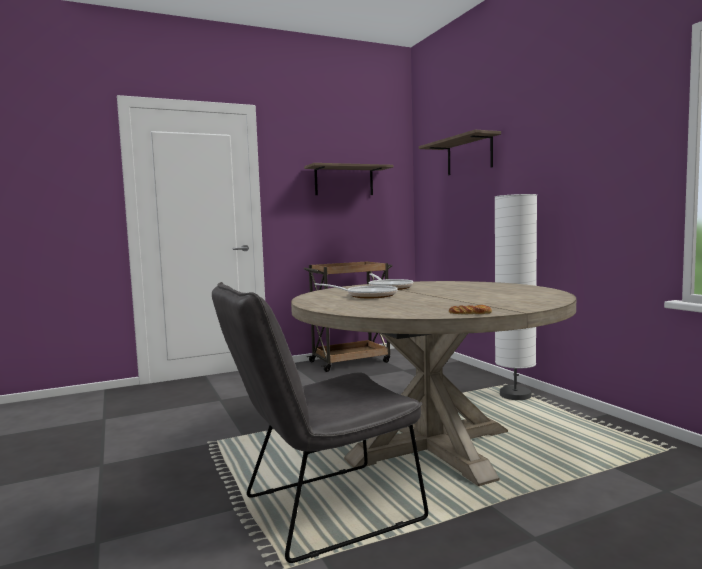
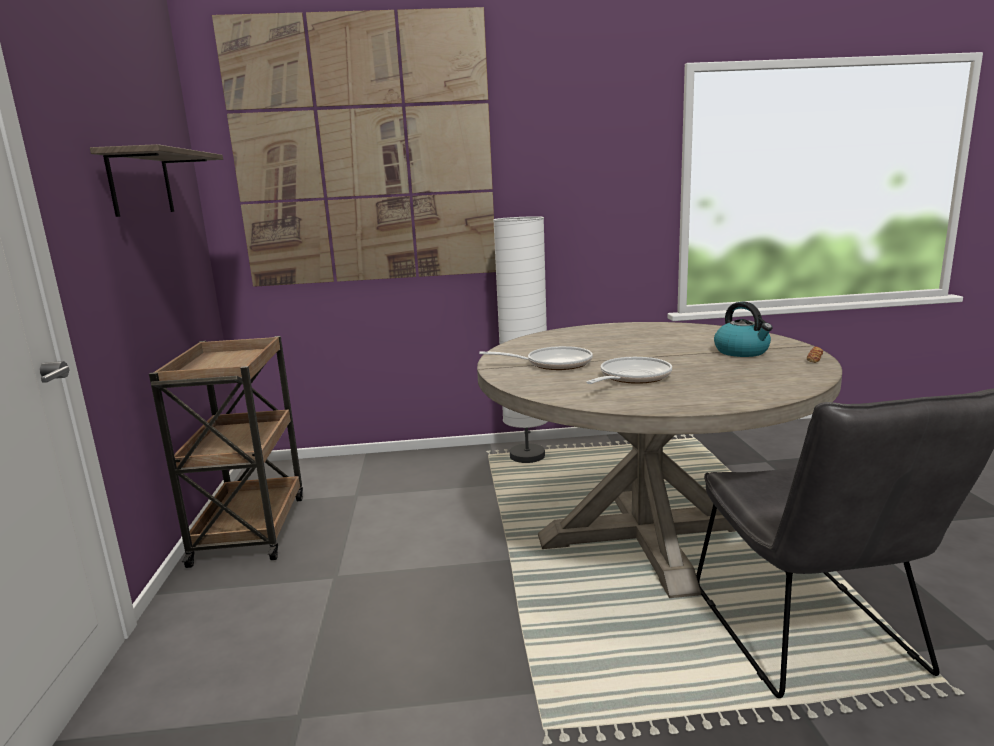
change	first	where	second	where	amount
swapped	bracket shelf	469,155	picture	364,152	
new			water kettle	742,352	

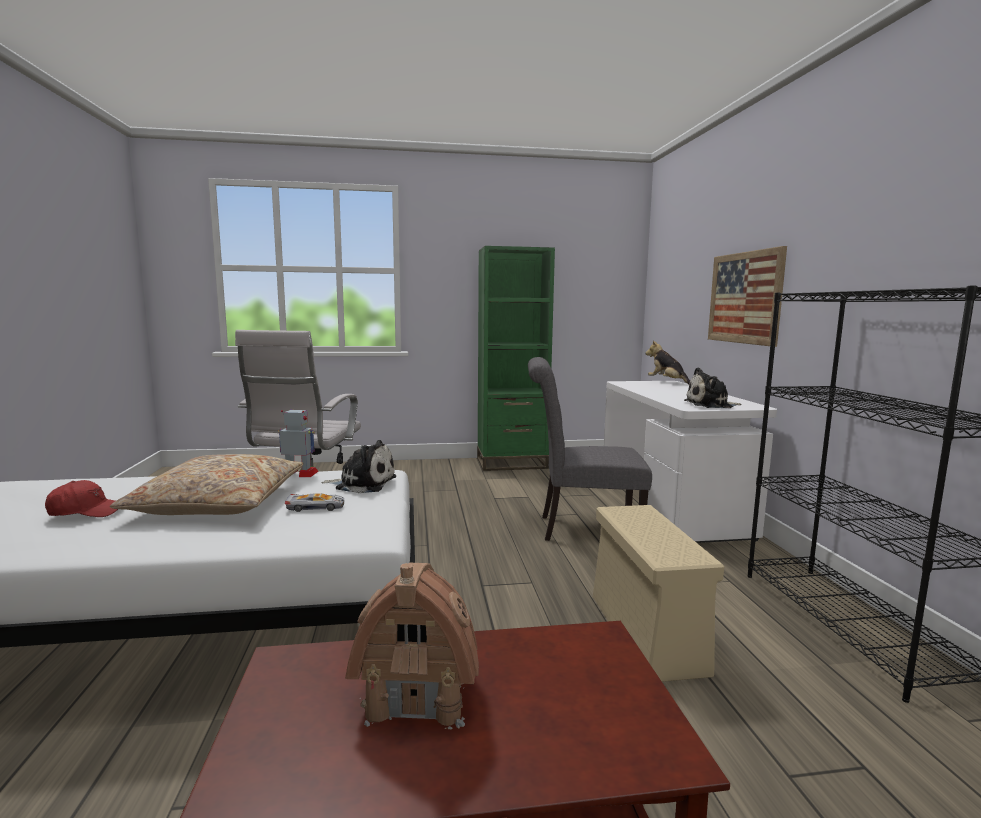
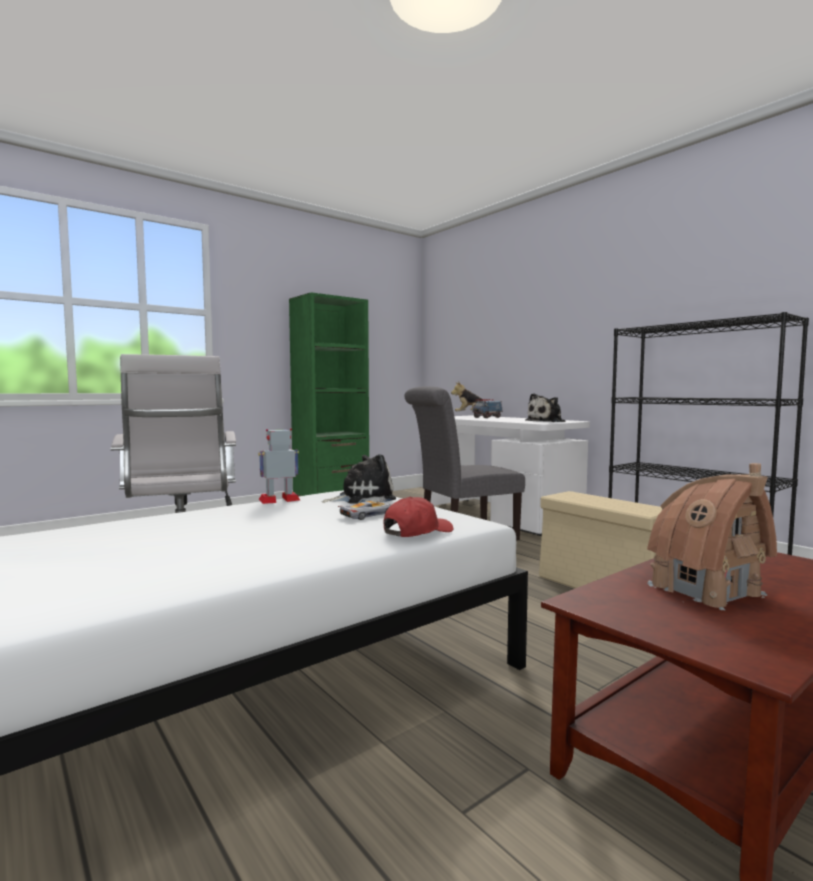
change	first	where	second	where	amount
shifted	peaked cap (red-coloured)	86,511		417,532	
new			toy truck	487,417	
gone	throw pillow (beige)	219,503			
gone	picture	744,298			

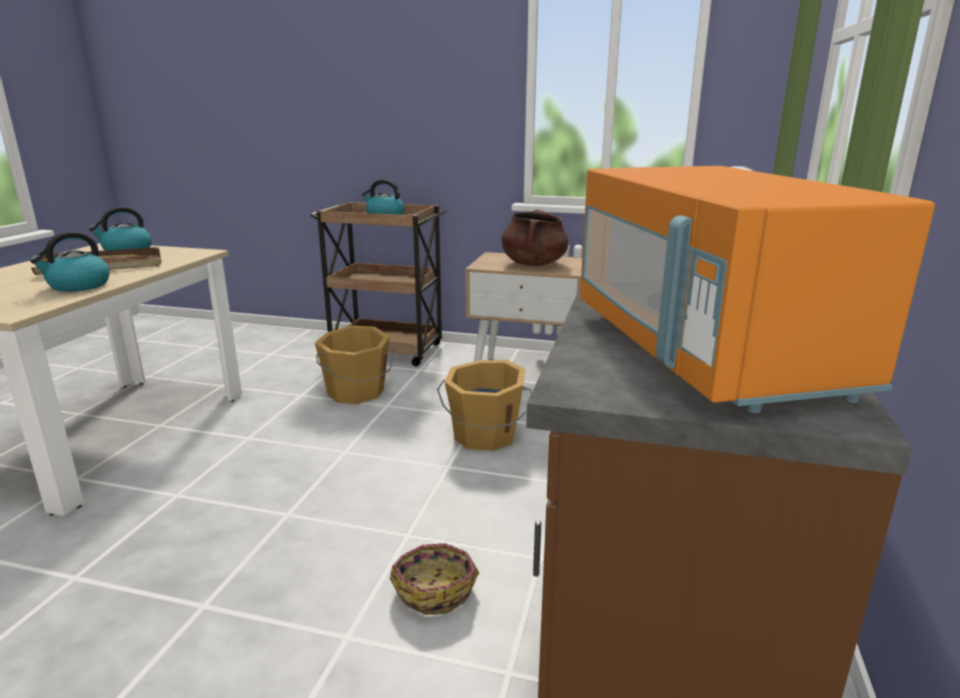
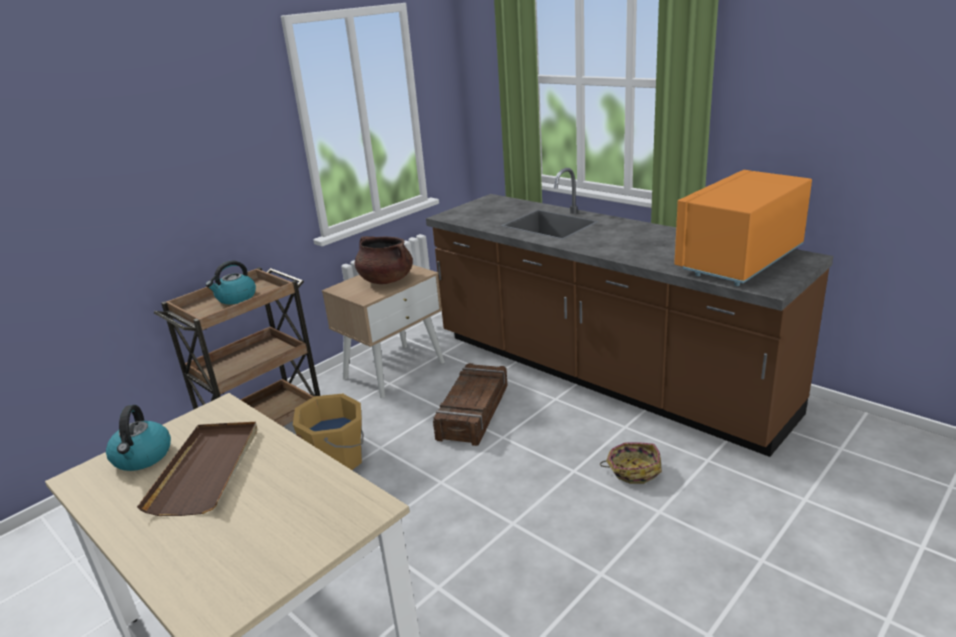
change	first	where	second	where	amount
swapped	pail (orange)	485,436	shipping crate	474,412	
rotated	microwave (orange)	704,352		738,260	120 degrees clockwise
gone	water kettle	78,286			

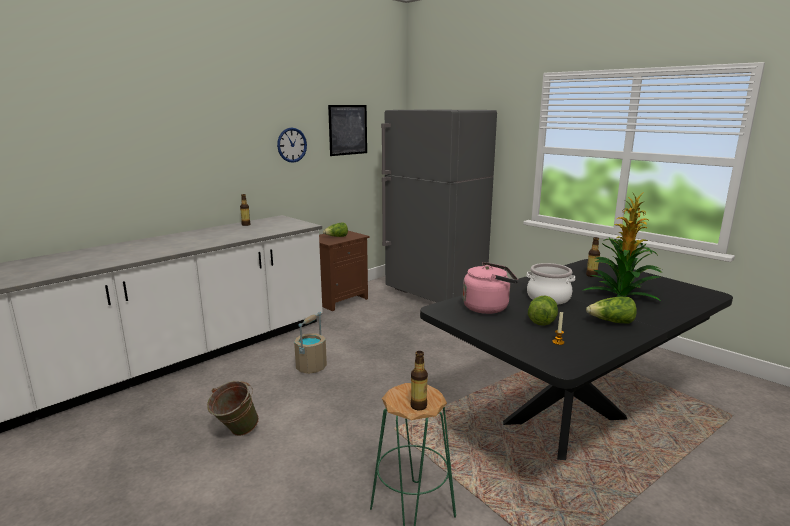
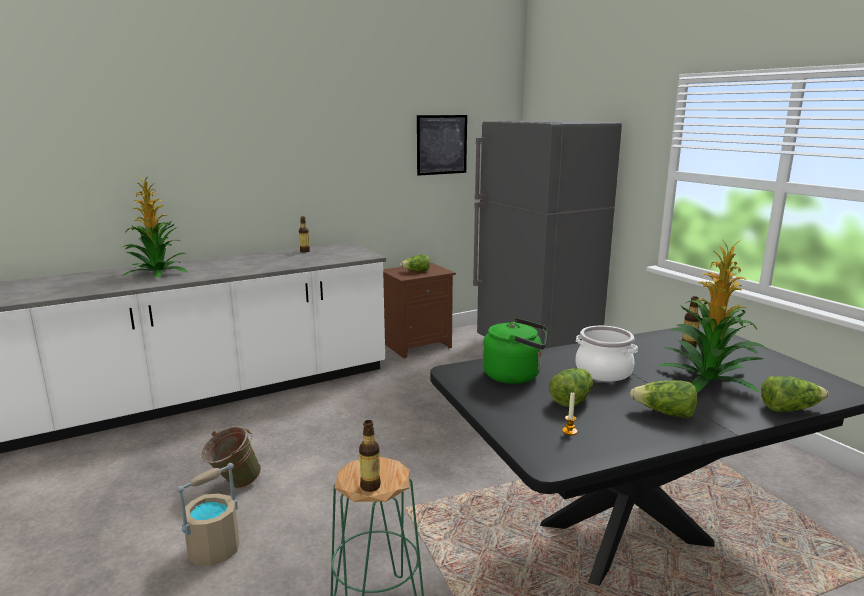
change	first	where	second	where	amount
new			potted plant	156,273	
shifted	pail (beige)	311,367		213,551	
repainted	water kettle (pink-coloured)	488,307	water kettle (green-coloured)	515,375	
new			lettuce head	789,409	
gone	wall clock	292,145			

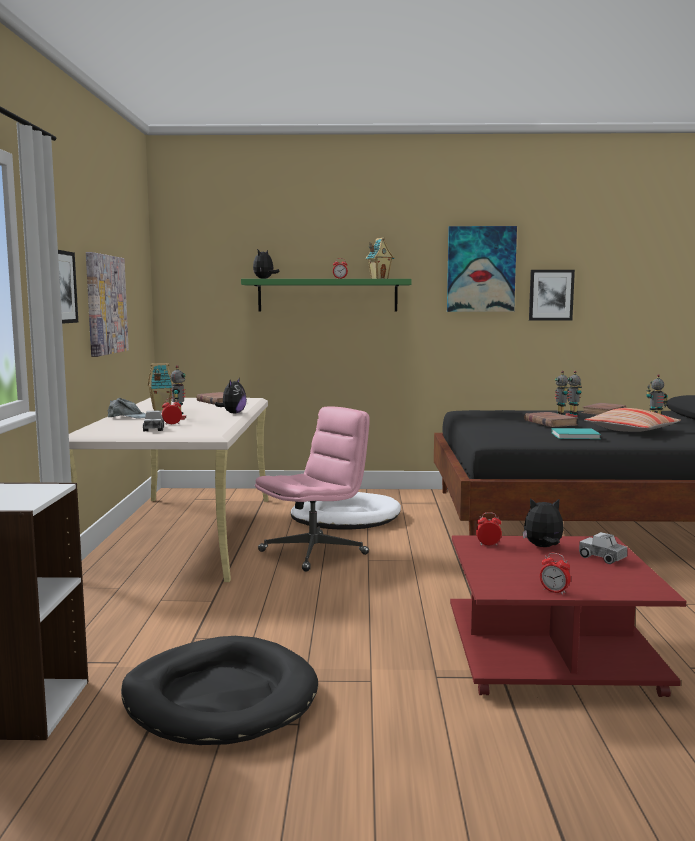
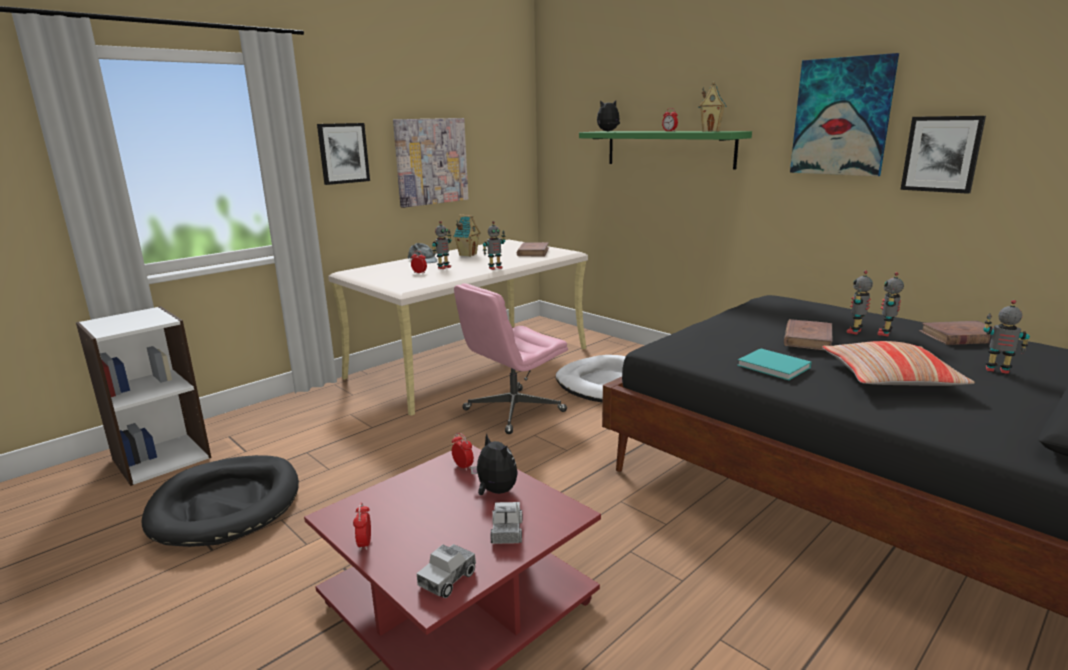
change	first	where	second	where	amount
shifted	toy truck	153,429		447,579	
rotated	office chair (pink-coloured)	314,552		513,411	135 degrees clockwise
swapped	cuddly toy	233,413	model robot	495,268	

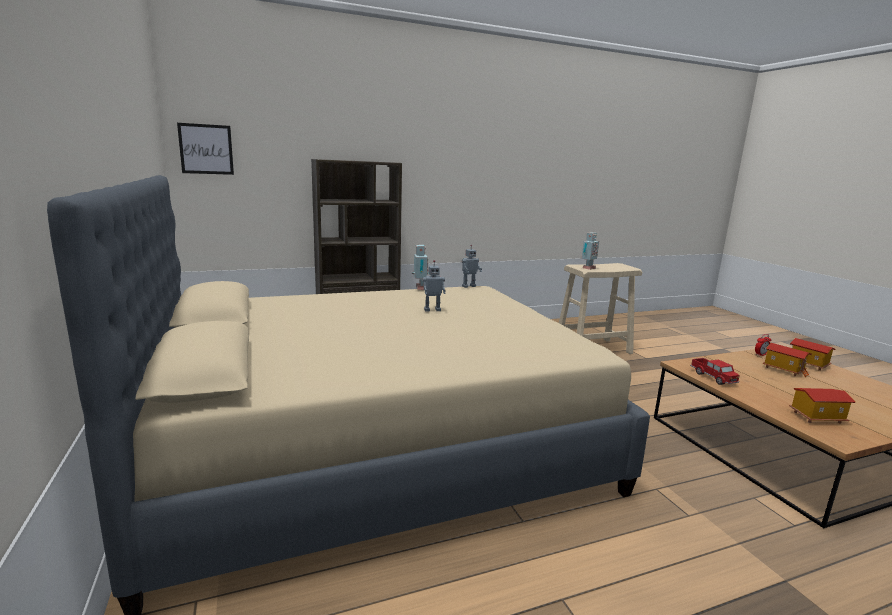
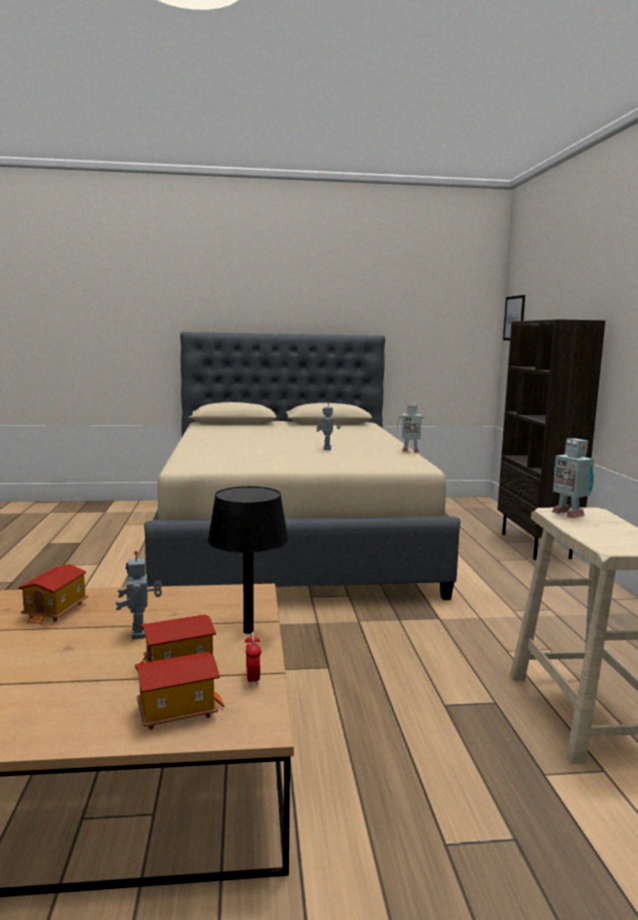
change	first	where	second	where	amount
shifted	model robot	468,286		140,633	
new			table lamp (black)	248,631	
gone	toy truck	713,377			

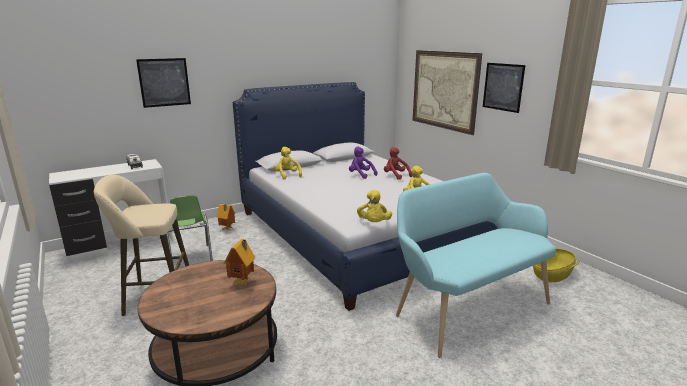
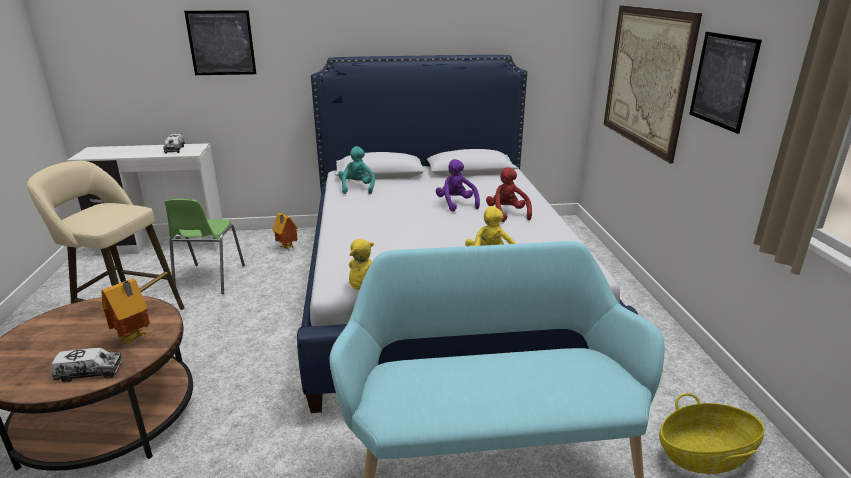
change	first	where	second	where	amount
new			toy truck	90,373	
repainted	cuddly toy (yellow)	287,175	cuddly toy (turquoise)	357,188	

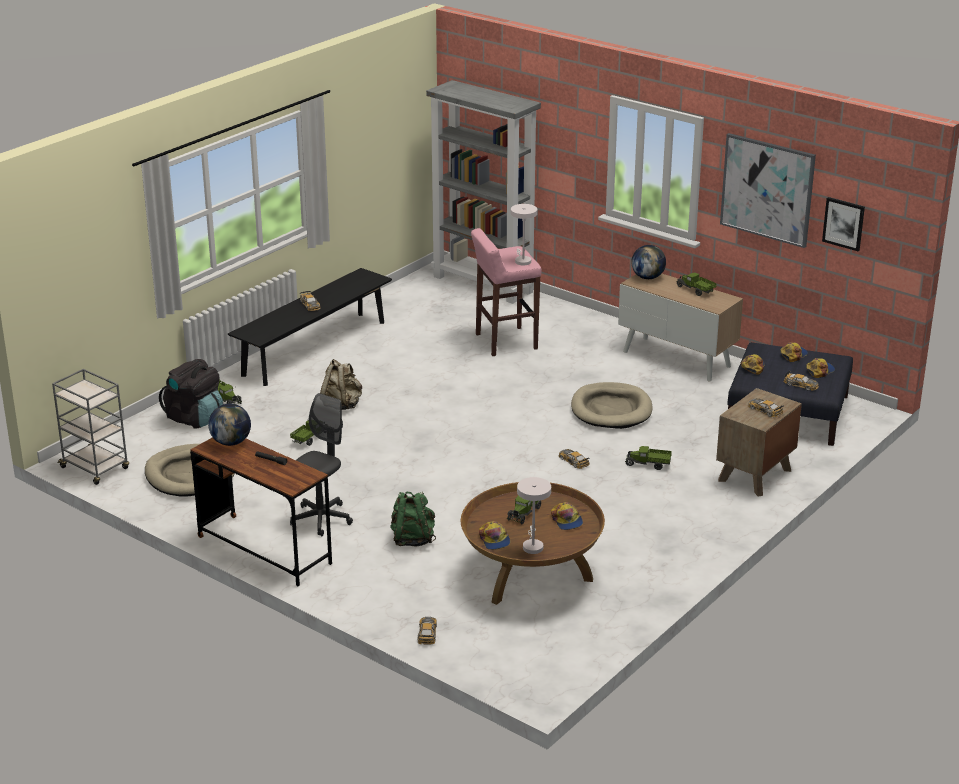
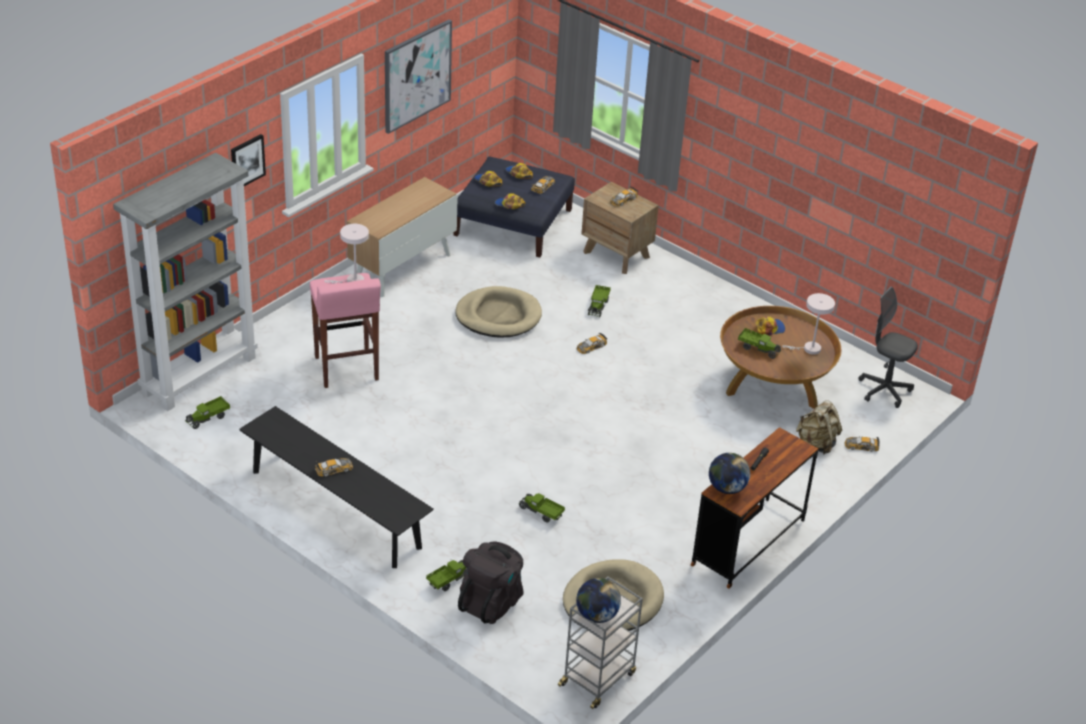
change	first	where	second	where	amount
shifted	toy truck	695,290		208,418	
shifted	picture	843,223		247,161	
shifted	desk globe	647,277		597,615	
shifted	backpack (beige)	342,404		816,443	
shifted	office chair (gray)	321,519		884,390	
gone	backpack (green-coloured)	412,539			
gone	peaked cap	494,540			

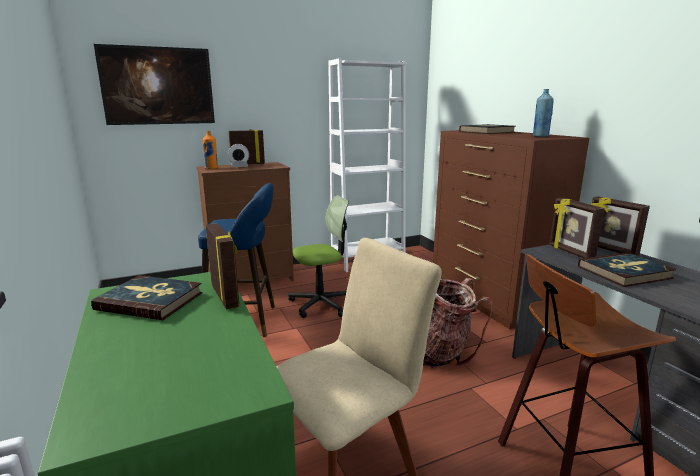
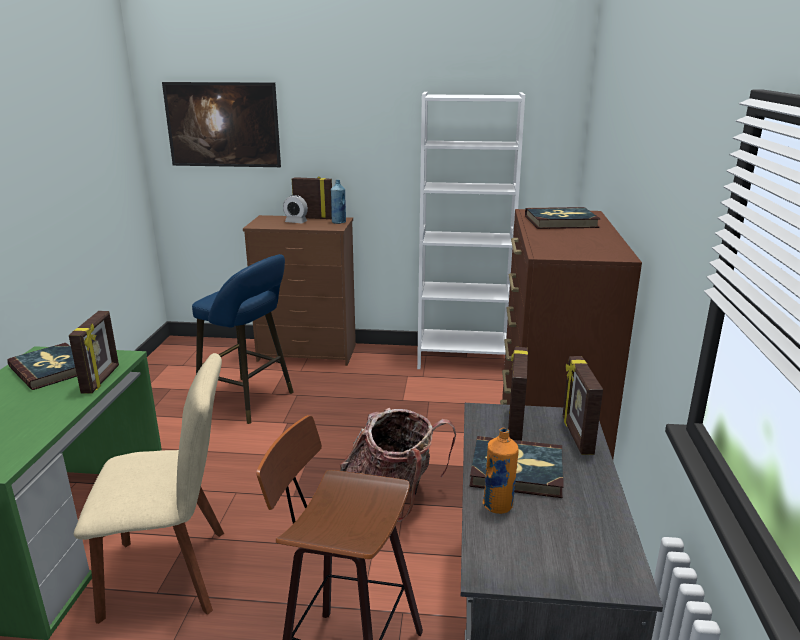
change	first	where	second	where	amount
shifted	beverage bottle (bluish)	540,136		339,222	
shifted	beverage bottle (orange)	211,168		498,506	
gone	office chair	321,304			

